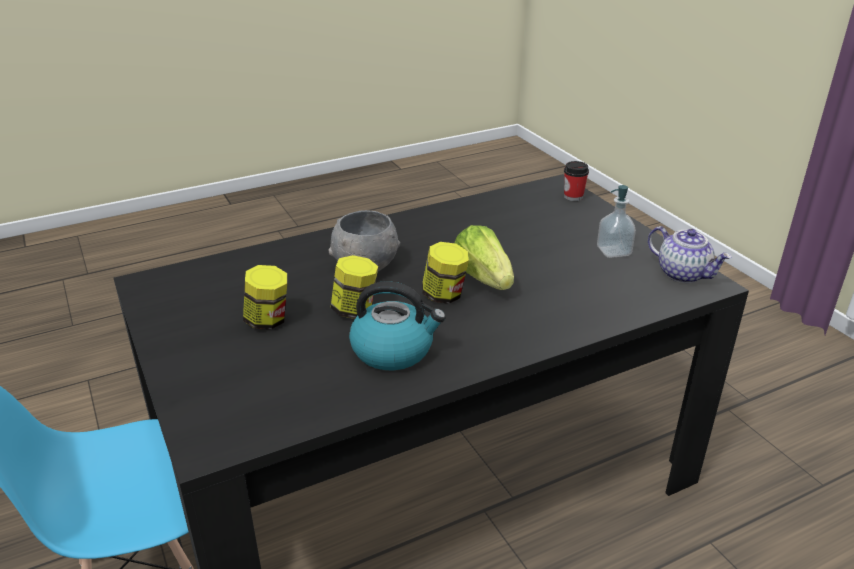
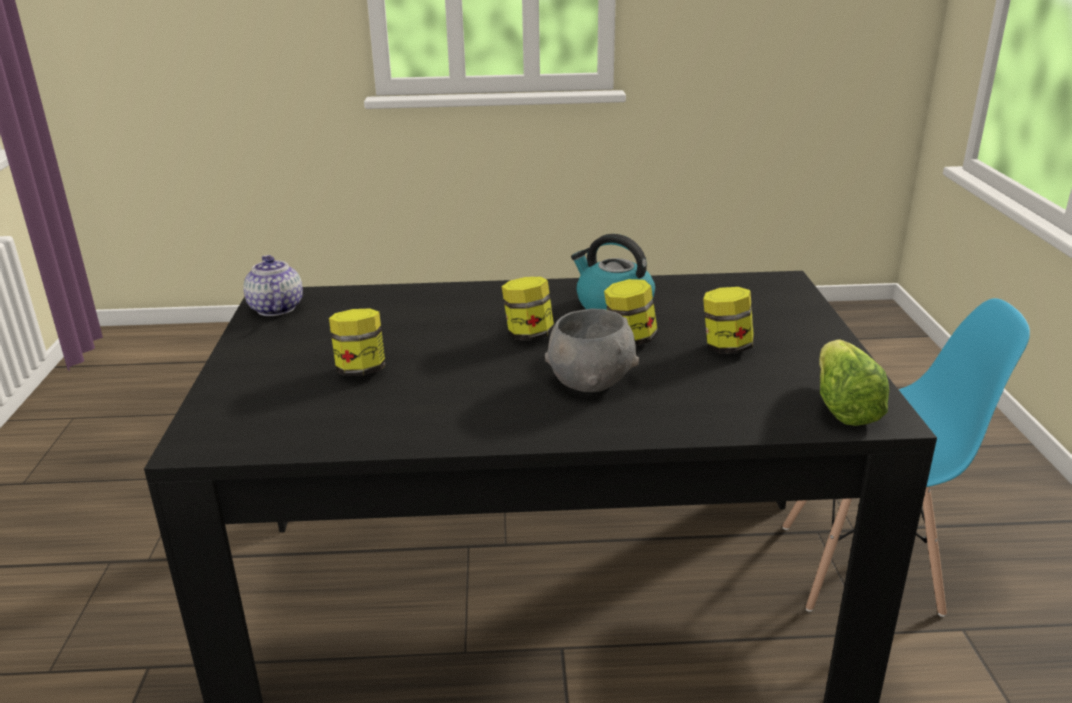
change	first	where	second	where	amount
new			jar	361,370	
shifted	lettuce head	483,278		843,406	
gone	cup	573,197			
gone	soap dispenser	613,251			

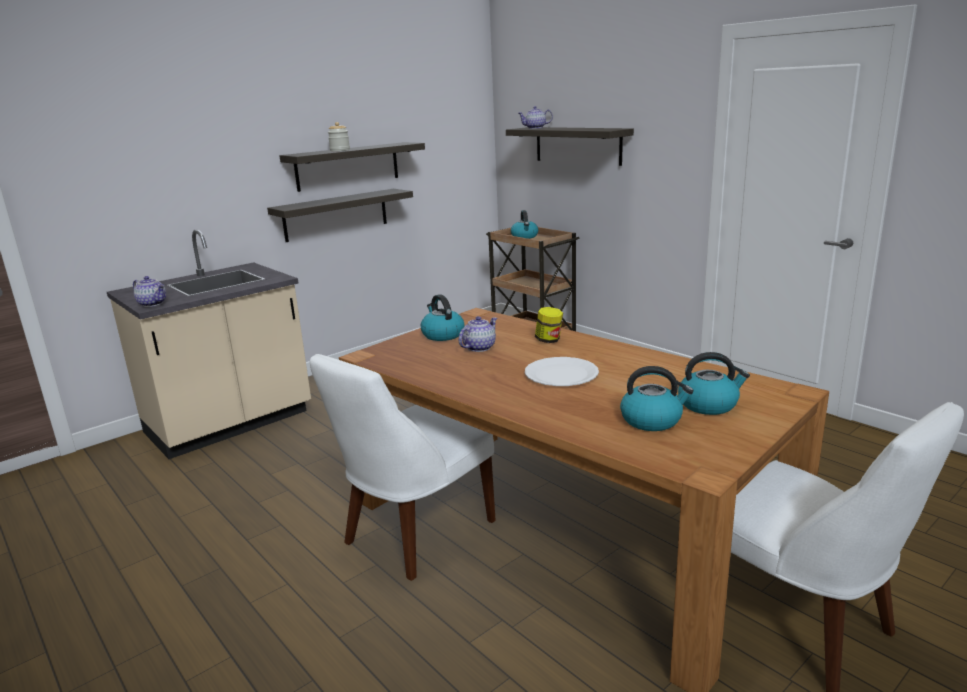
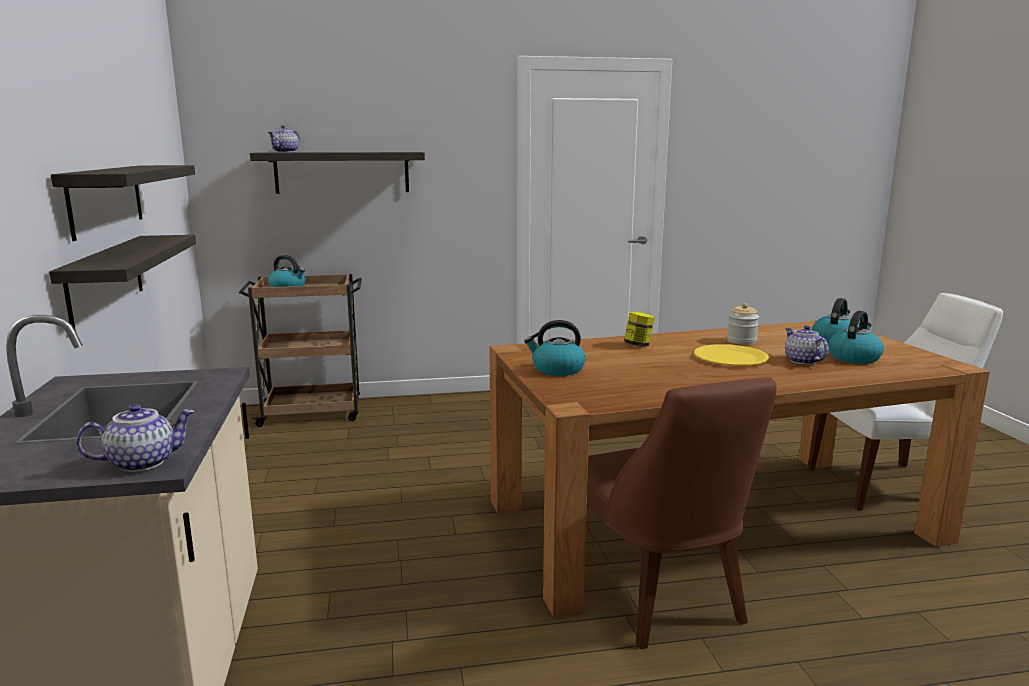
change	first	where	second	where	amount
repainted	plain chair (whitish)	414,534	plain chair (brown-coloured)	660,598	
repainted	plate (whitish)	561,374	plate (yellow)	730,358	
shifted	jar	340,150		741,341	
shifted	teapot	479,347		802,361	

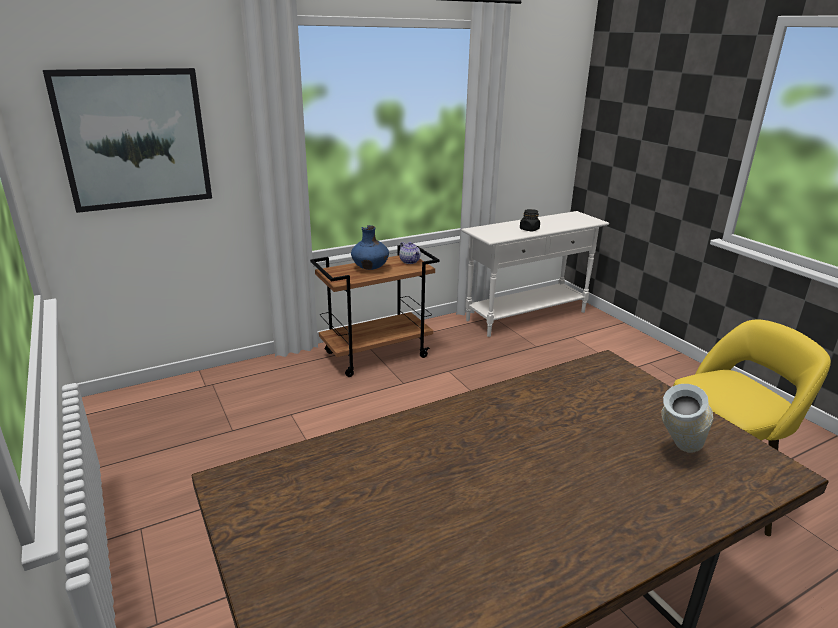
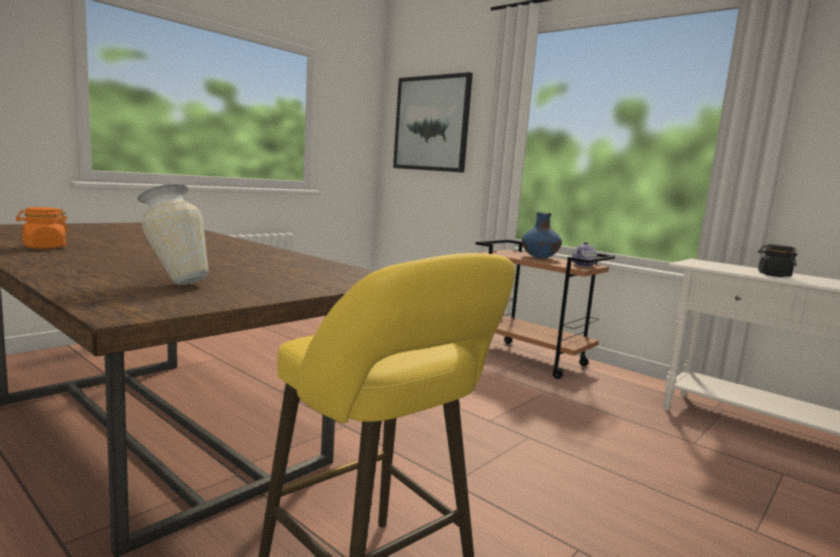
change	first	where	second	where	amount
new			jar (orange)	44,247	

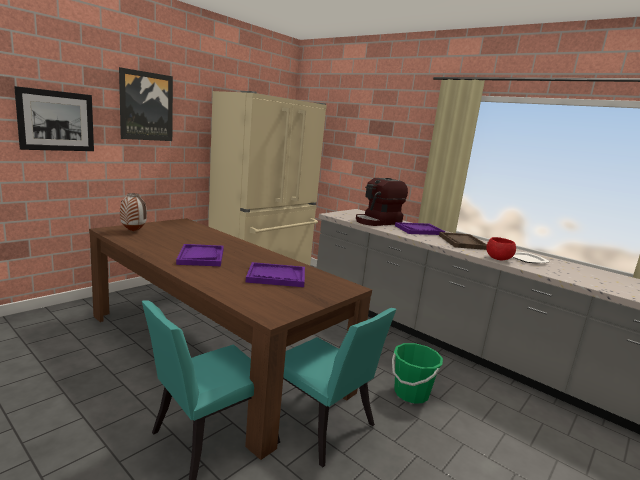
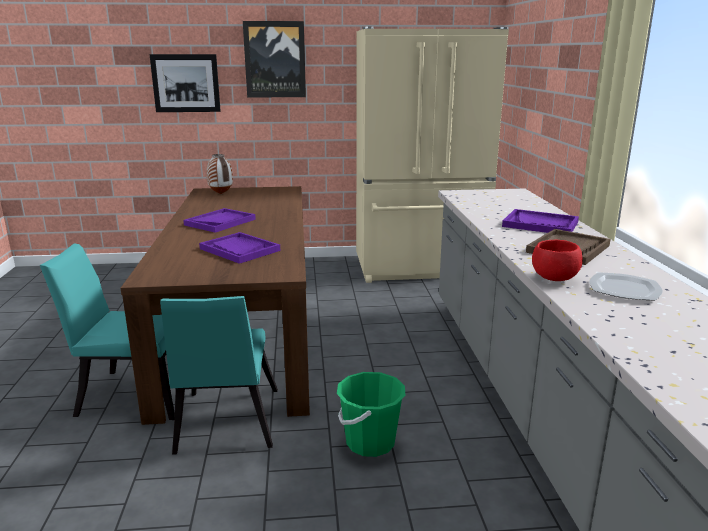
change	first	where	second	where	amount
gone	coffee machine	378,222			

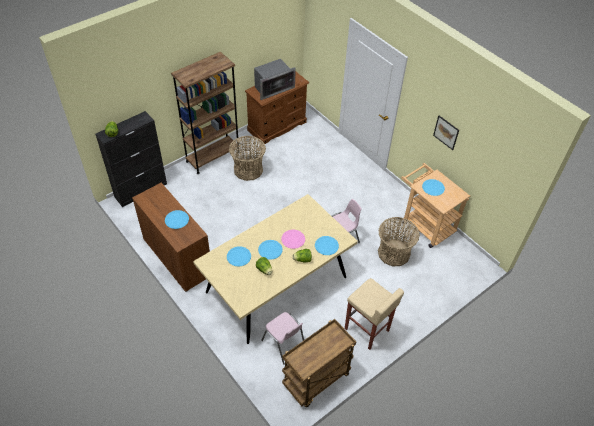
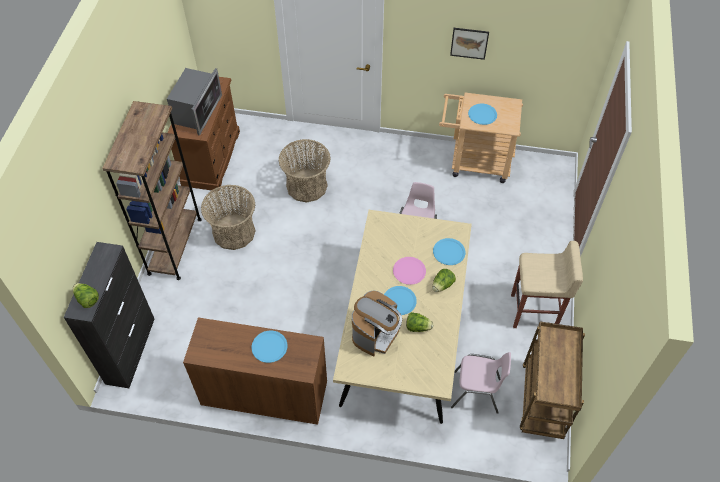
change	first	where	second	where	amount
shifted	basket	394,253		306,186	
swapped	plate (bluish)	239,256	coffee machine	376,334	

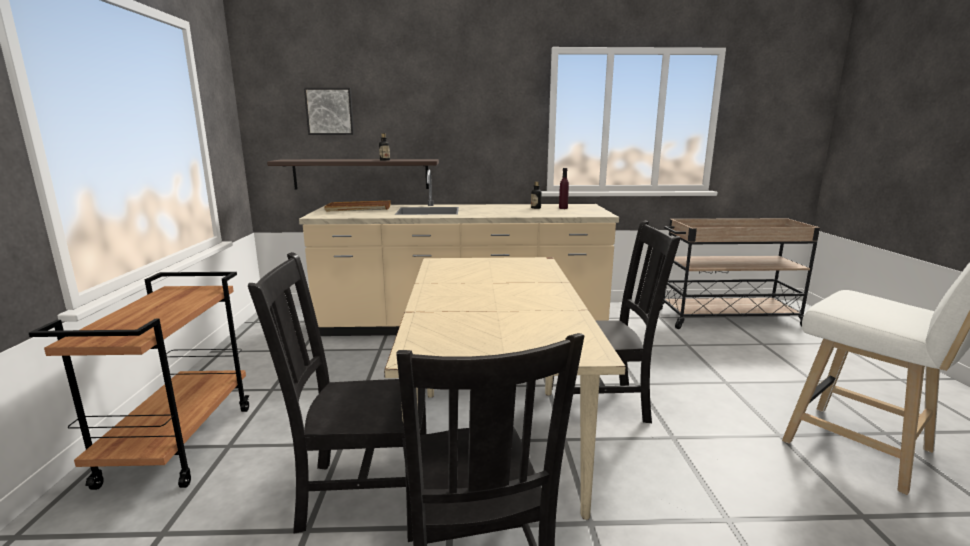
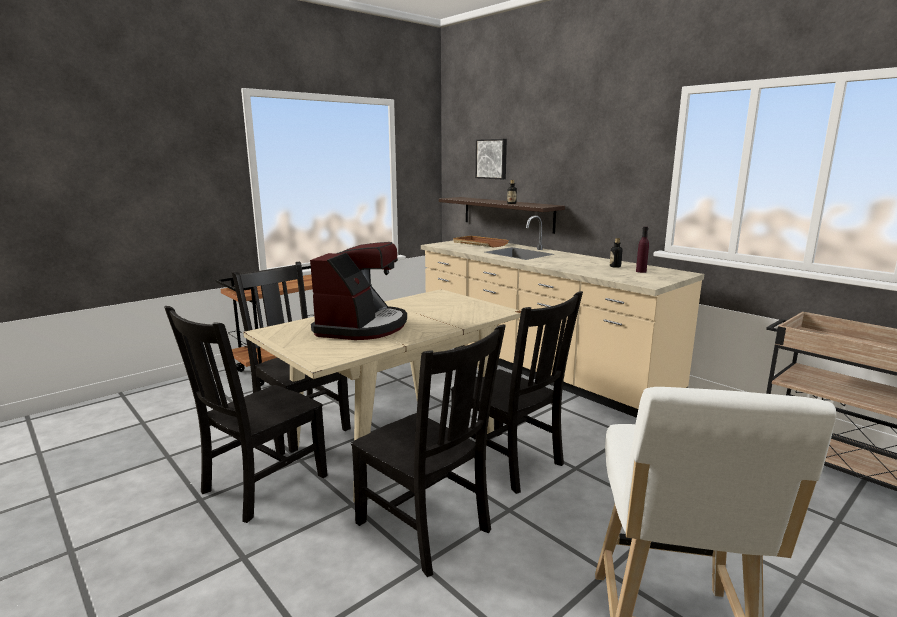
change	first	where	second	where	amount
new			coffee machine	362,327	
new			plain chair (black)	426,529	

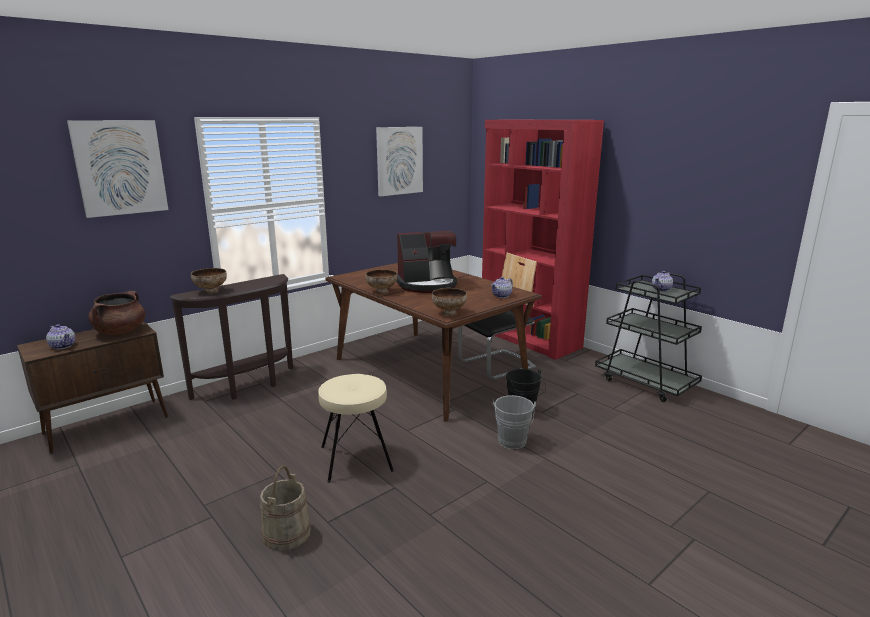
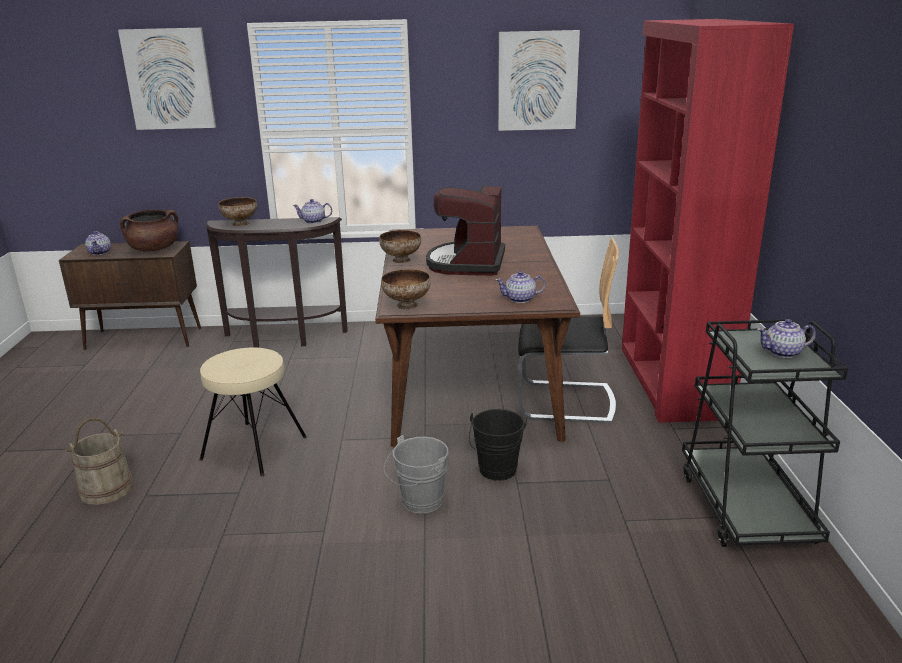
change	first	where	second	where	amount
new			teapot	314,221	
rotated	coffee machine	427,285		467,263	75 degrees clockwise

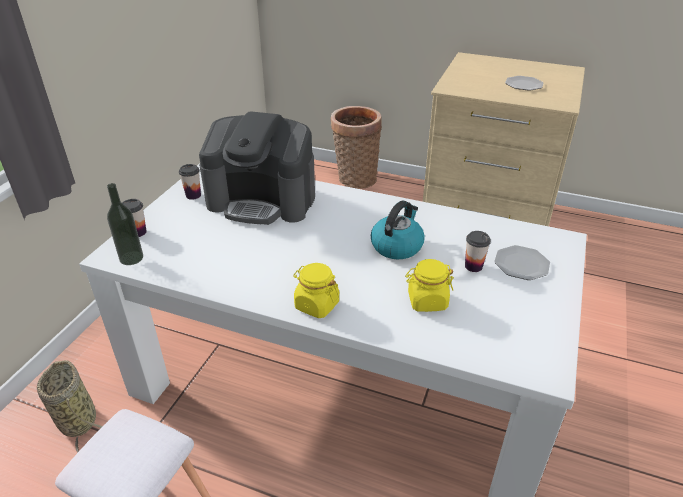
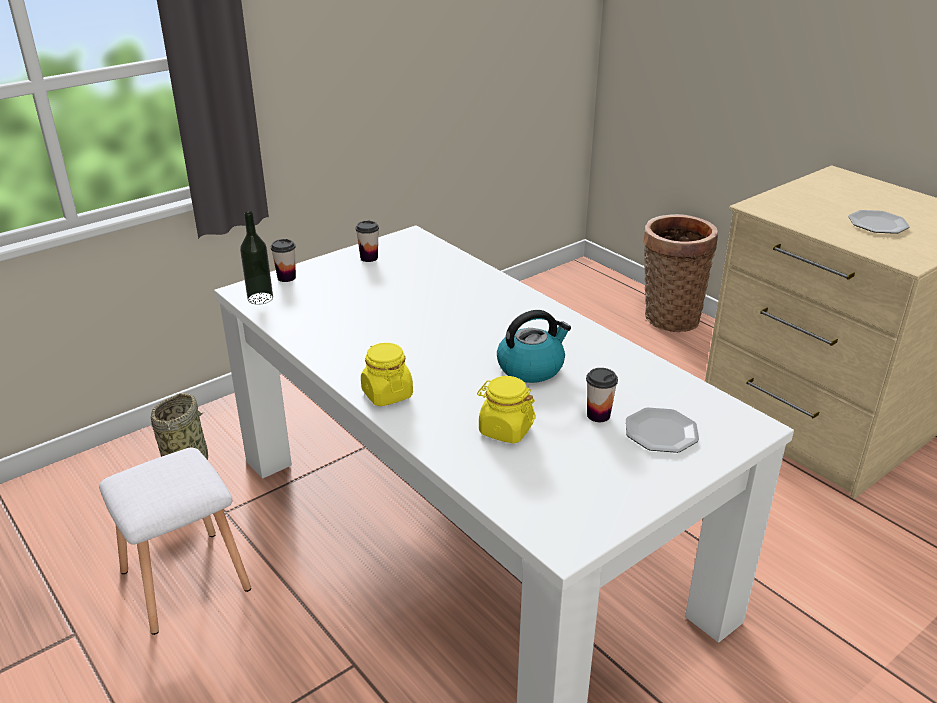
change	first	where	second	where	amount
gone	coffee machine	262,200			

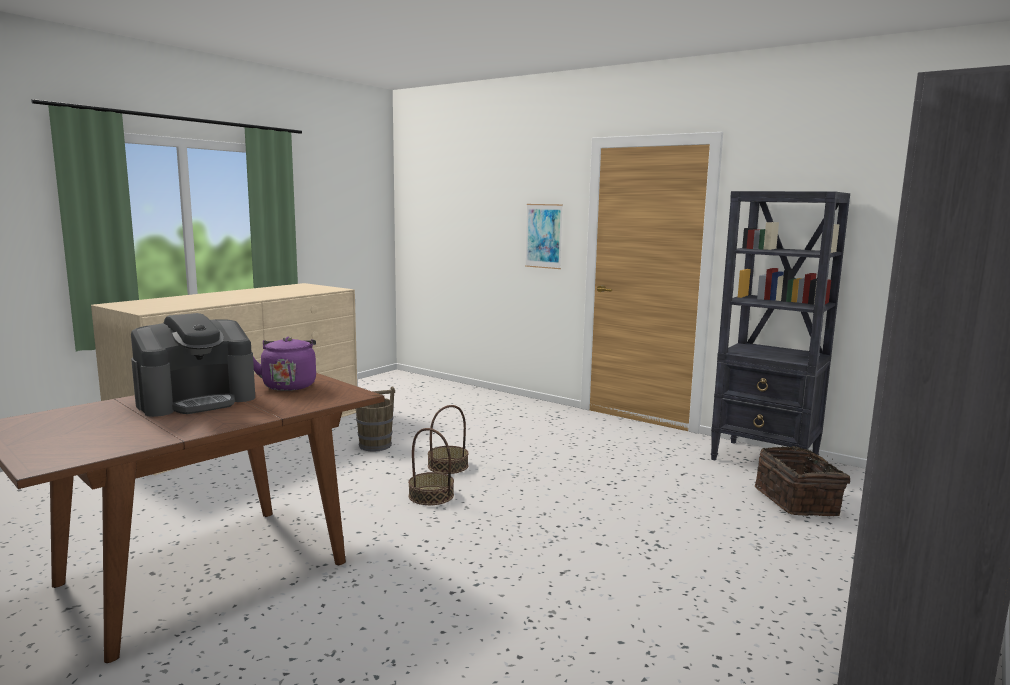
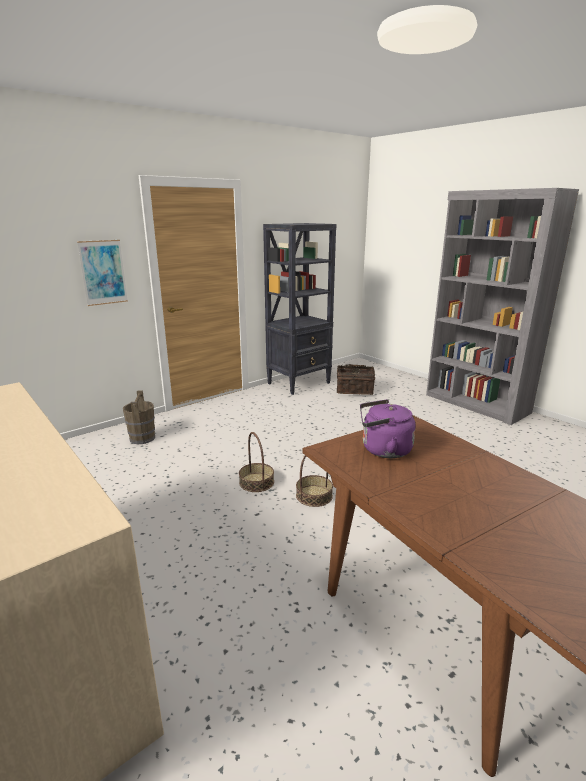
change	first	where	second	where	amount
shifted	pail (brown-coloured)	375,445		142,438	
gone	coffee machine	197,400			

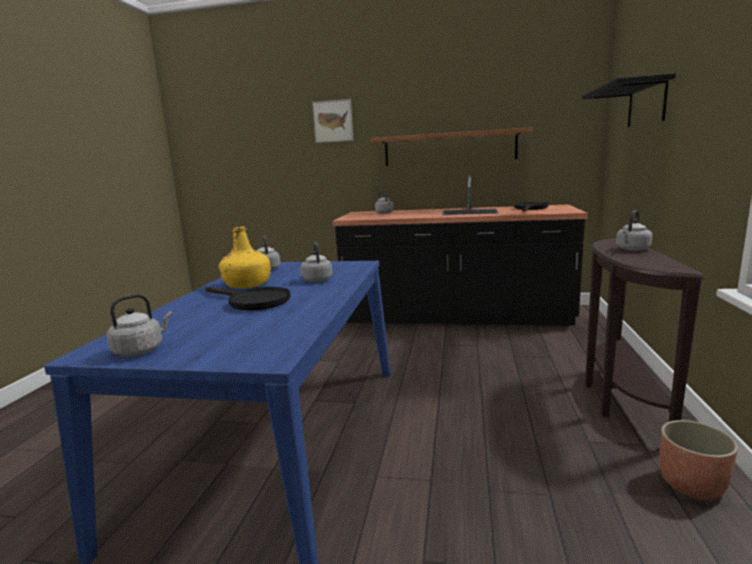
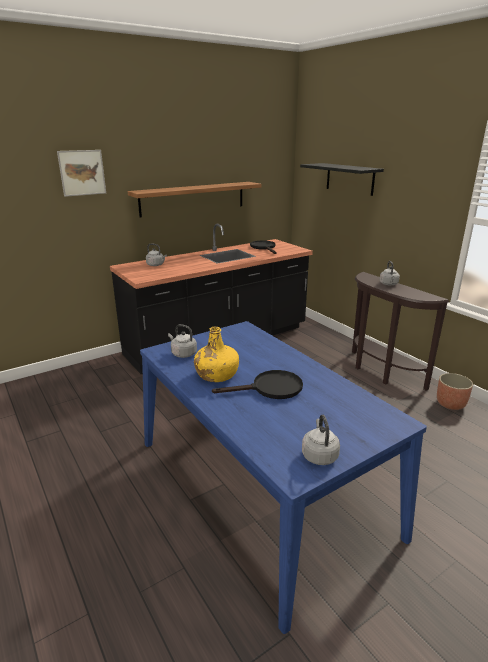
change	first	where	second	where	amount
gone	water kettle (gray)	317,279			

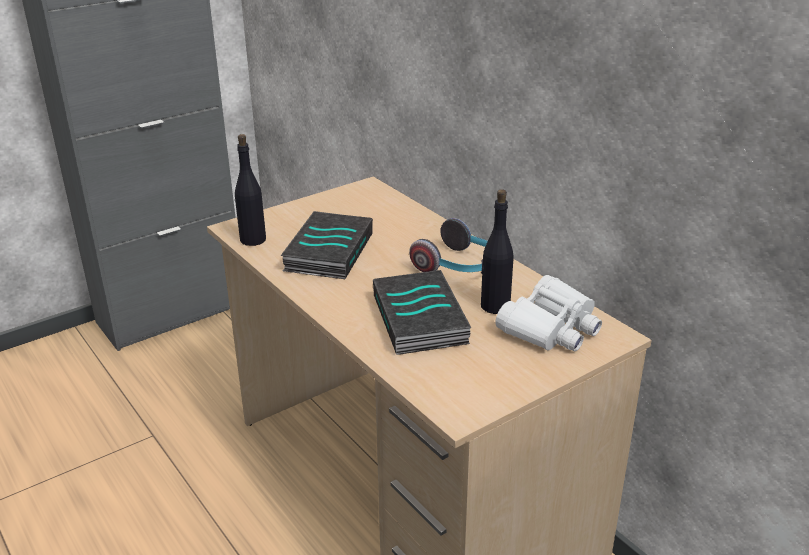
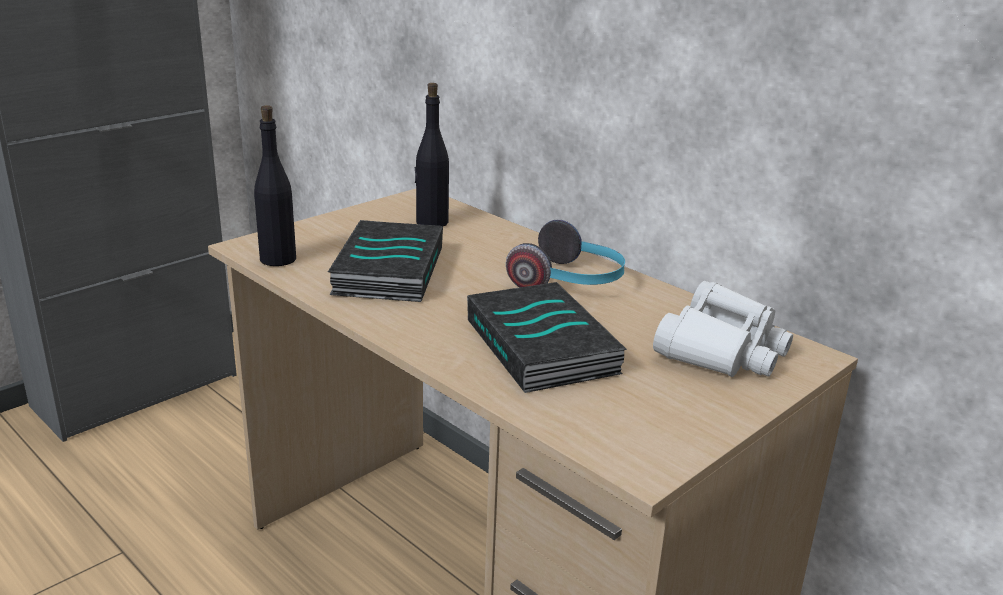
change	first	where	second	where	amount
shifted	beverage bottle (black)	494,306		431,222	

